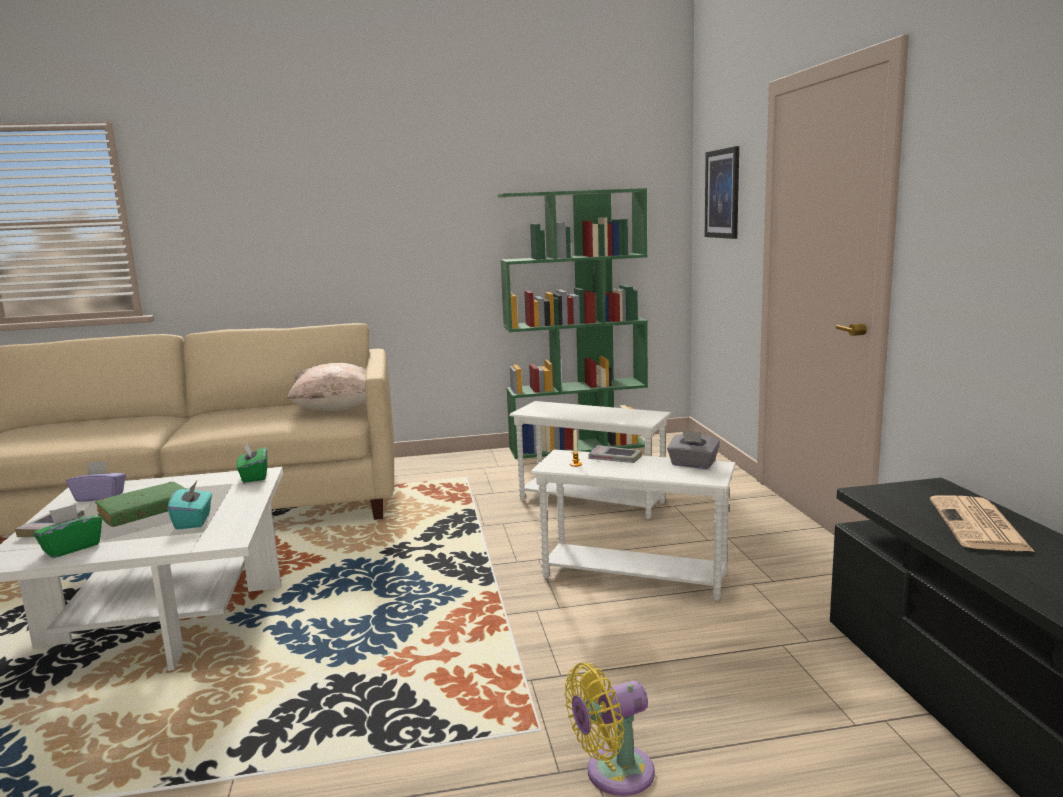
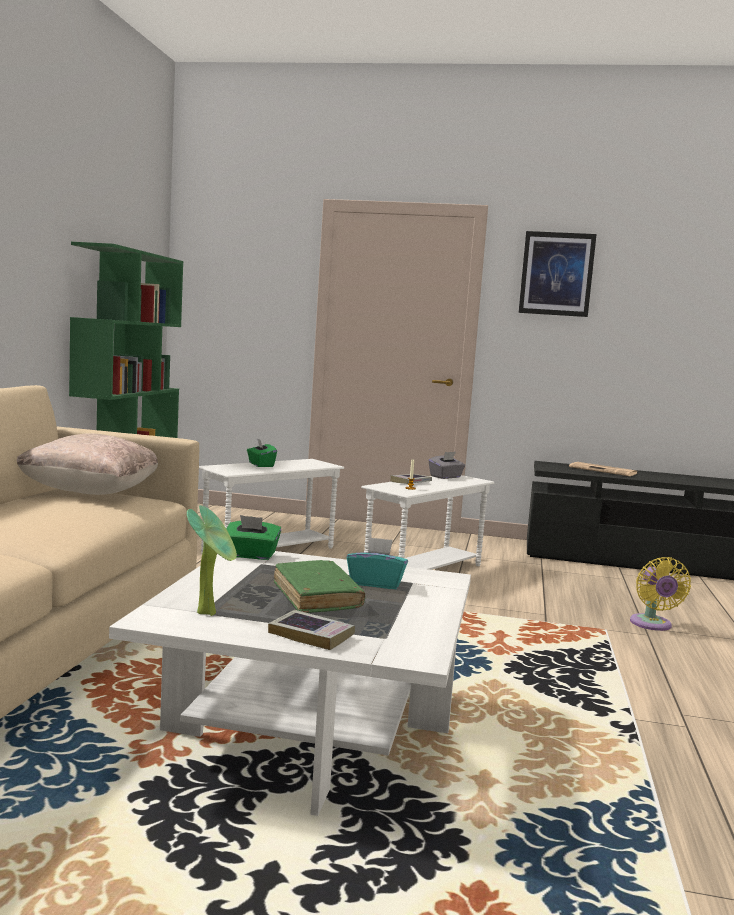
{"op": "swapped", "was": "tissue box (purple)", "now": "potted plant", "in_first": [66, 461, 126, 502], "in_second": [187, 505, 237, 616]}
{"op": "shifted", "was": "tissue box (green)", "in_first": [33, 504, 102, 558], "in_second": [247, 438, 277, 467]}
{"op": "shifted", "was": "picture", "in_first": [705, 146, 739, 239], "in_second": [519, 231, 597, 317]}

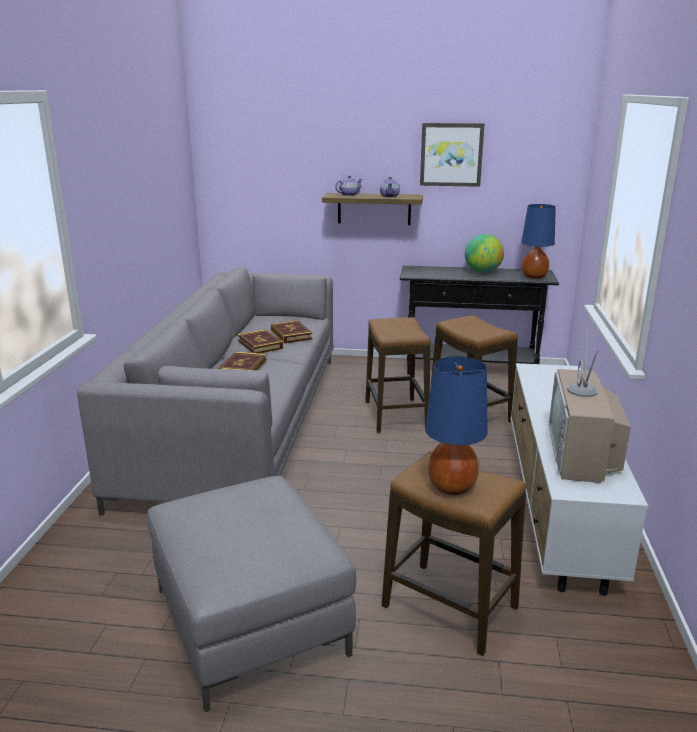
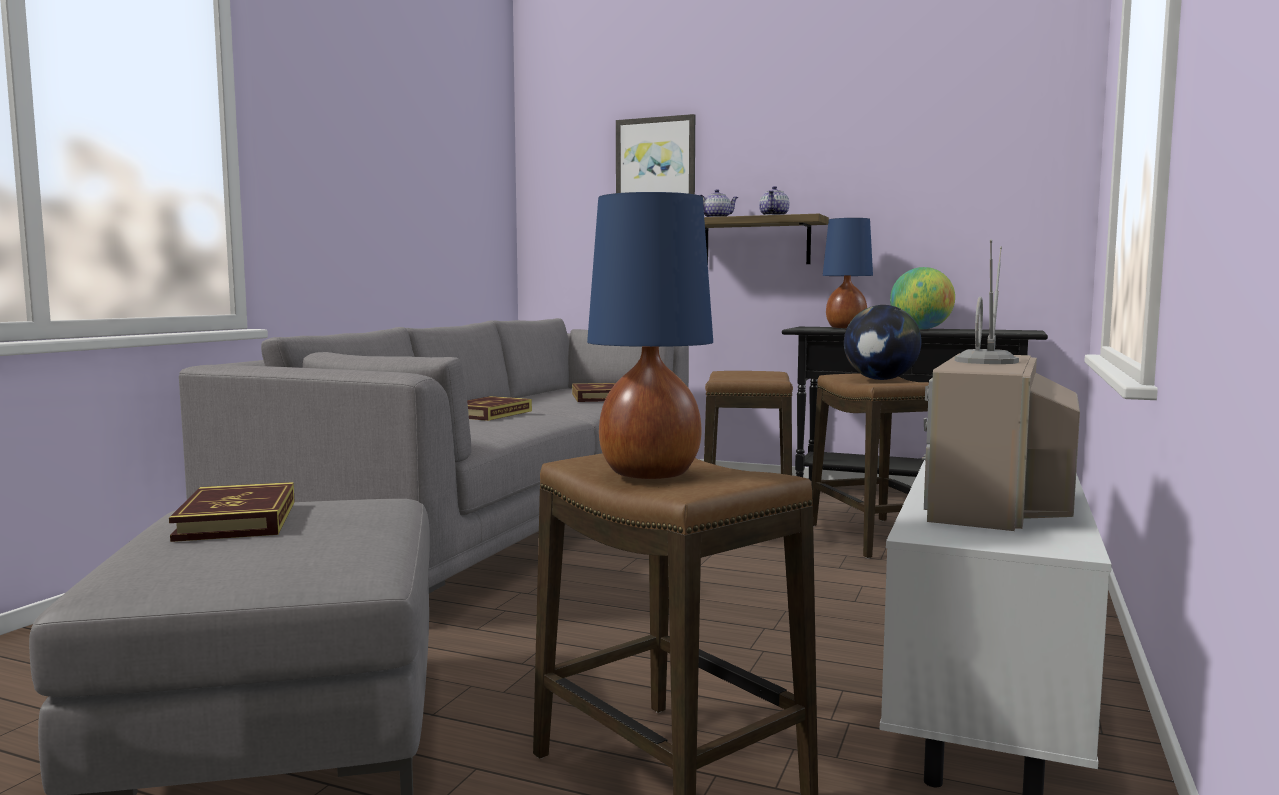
{"op": "shifted", "was": "book", "in_first": [238, 330, 283, 353], "in_second": [169, 482, 295, 542]}
{"op": "shifted", "was": "picture", "in_first": [420, 123, 484, 187], "in_second": [616, 114, 695, 194]}
{"op": "shifted", "was": "table lamp (blue)", "in_first": [521, 204, 556, 279], "in_second": [823, 218, 873, 328]}
{"op": "new", "now": "globe", "in_second": [844, 305, 921, 380]}

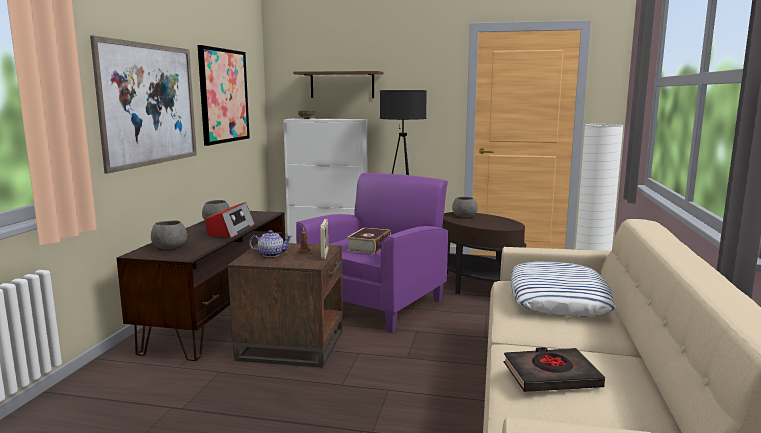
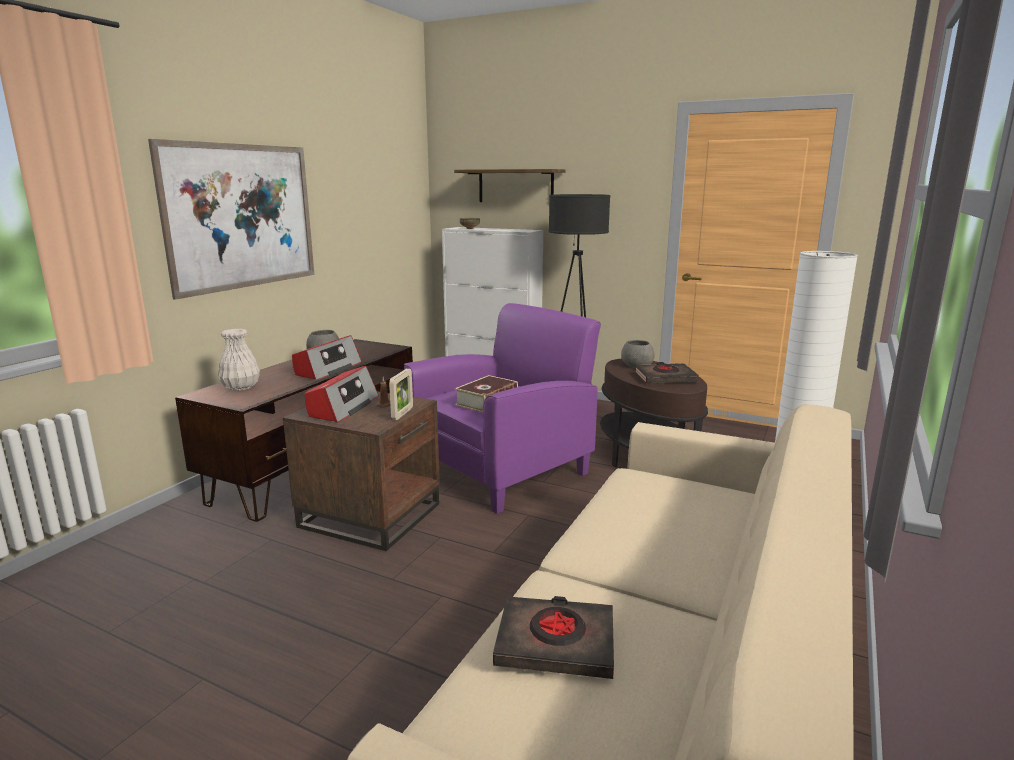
{"op": "swapped", "was": "bowl (grey)", "now": "vase (white)", "in_first": [151, 220, 187, 249], "in_second": [218, 329, 260, 391]}
{"op": "swapped", "was": "teapot", "now": "radio", "in_first": [249, 230, 292, 257], "in_second": [305, 366, 379, 422]}
{"op": "new", "now": "book (black)", "in_second": [635, 362, 699, 383]}
{"op": "gone", "was": "picture", "in_first": [198, 45, 250, 146]}
{"op": "gone", "was": "pillow", "in_first": [511, 262, 616, 317]}

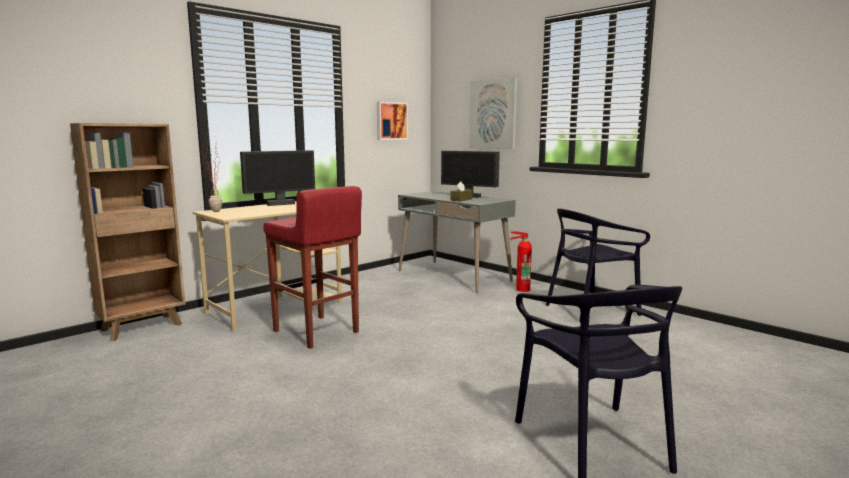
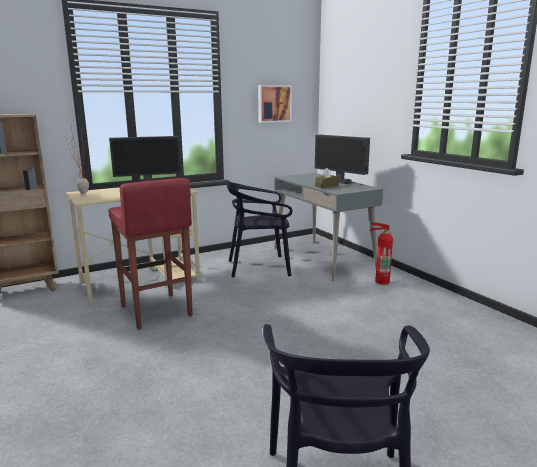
{"op": "shifted", "was": "chair (black)", "in_first": [546, 208, 650, 322], "in_second": [226, 182, 293, 277]}
{"op": "gone", "was": "picture", "in_first": [469, 77, 517, 149]}

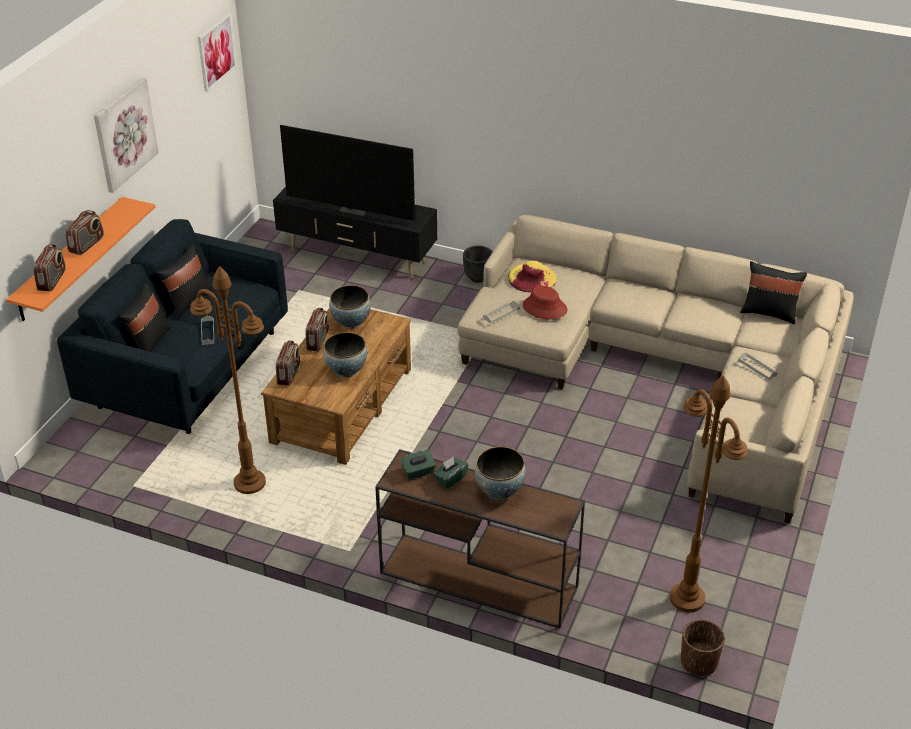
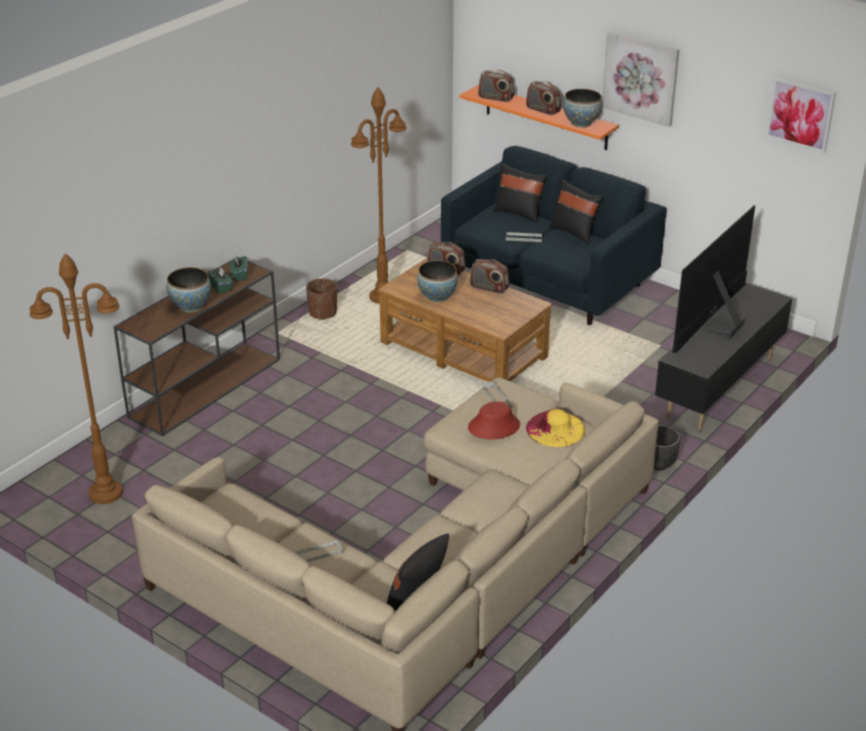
{"op": "shifted", "was": "planter (brown)", "in_first": [681, 619, 725, 677], "in_second": [306, 278, 337, 320]}
{"op": "shifted", "was": "bowl", "in_first": [329, 285, 371, 329], "in_second": [563, 89, 602, 128]}

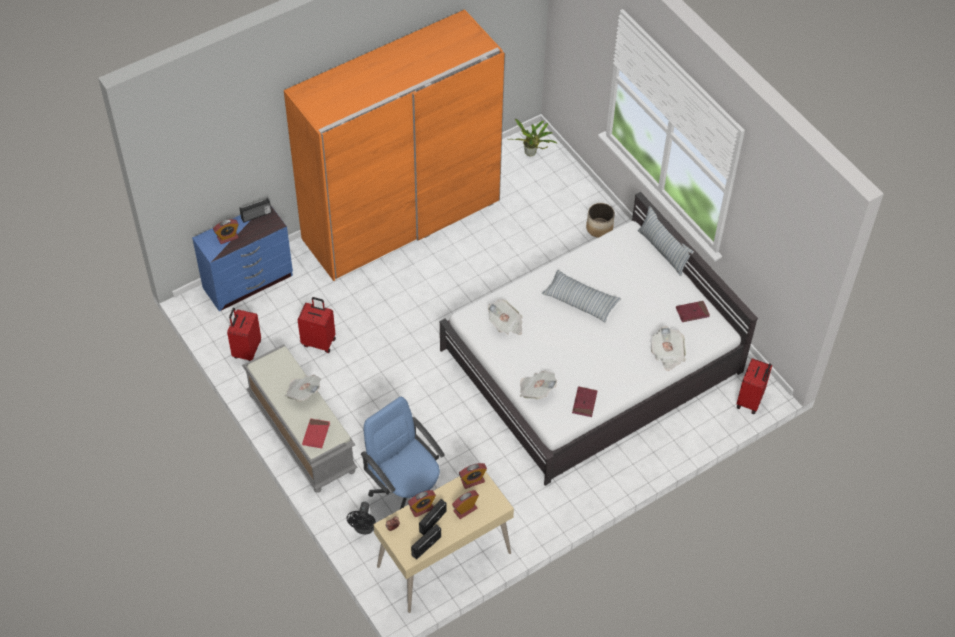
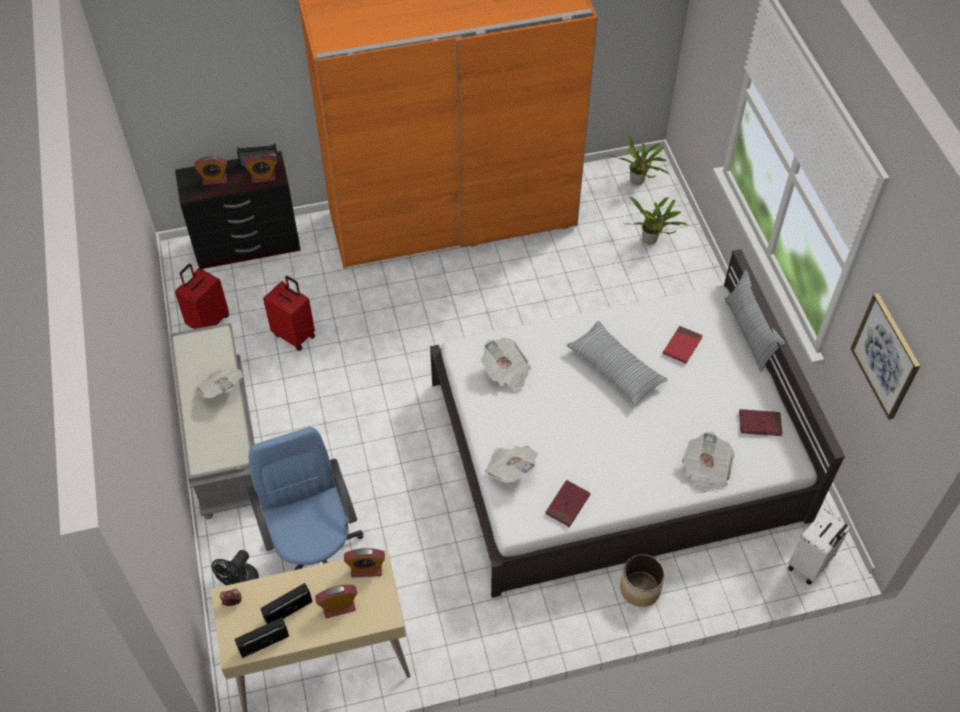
{"op": "repainted", "was": "dresser (blue)", "now": "dresser (black)", "in_first": [192, 206, 293, 311], "in_second": [175, 151, 301, 269]}
{"op": "shifted", "was": "alarm clock", "in_first": [408, 490, 436, 517], "in_second": [244, 154, 277, 183]}
{"op": "shifted", "was": "planter", "in_first": [586, 203, 615, 238], "in_second": [620, 554, 665, 607]}
{"op": "new", "now": "potted plant", "in_second": [627, 197, 689, 244]}
{"op": "shifted", "was": "book (red)", "in_first": [302, 419, 330, 448], "in_second": [663, 326, 703, 364]}
{"op": "repainted", "was": "suitcase (red)", "now": "suitcase (white)", "in_first": [737, 358, 772, 414], "in_second": [788, 509, 850, 584]}
{"op": "new", "now": "picture", "in_second": [850, 293, 920, 420]}

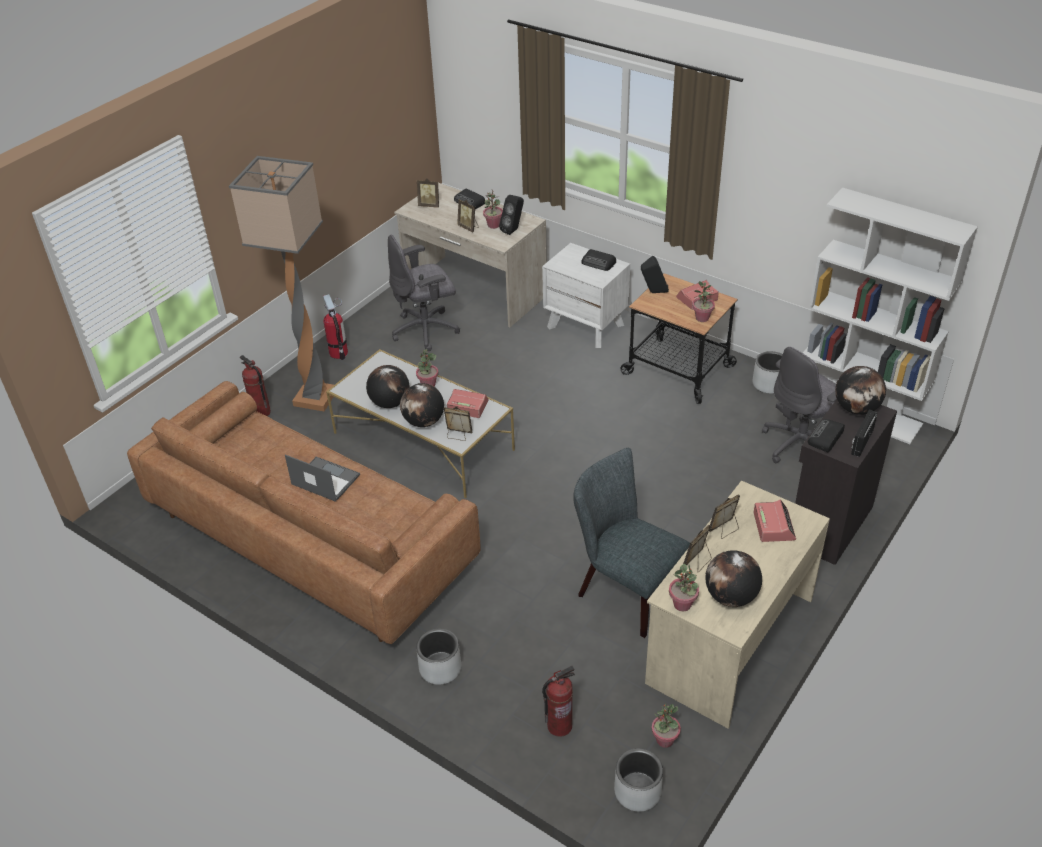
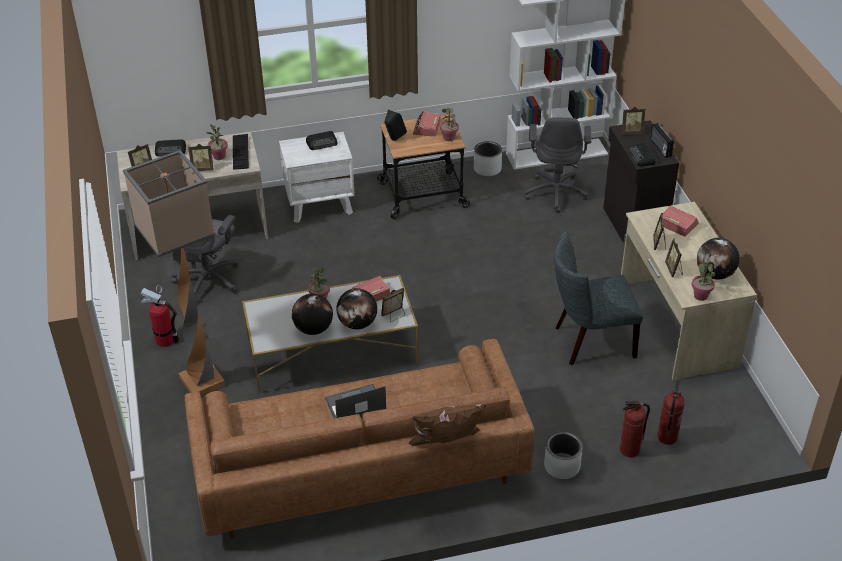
{"op": "swapped", "was": "speaker (black)", "now": "keyboard", "in_first": [499, 195, 524, 235], "in_second": [233, 134, 249, 170]}
{"op": "new", "now": "pillow (brown)", "in_second": [408, 404, 487, 446]}
{"op": "shifted", "was": "fire extinguisher", "in_first": [240, 355, 271, 416], "in_second": [620, 400, 650, 457]}
{"op": "swapped", "was": "globe", "now": "picture frame", "in_first": [835, 366, 886, 415], "in_second": [622, 107, 645, 134]}
{"op": "gone", "was": "planter (grey)", "in_first": [614, 748, 663, 812]}
{"op": "gone", "was": "potted plant", "in_first": [652, 704, 681, 748]}

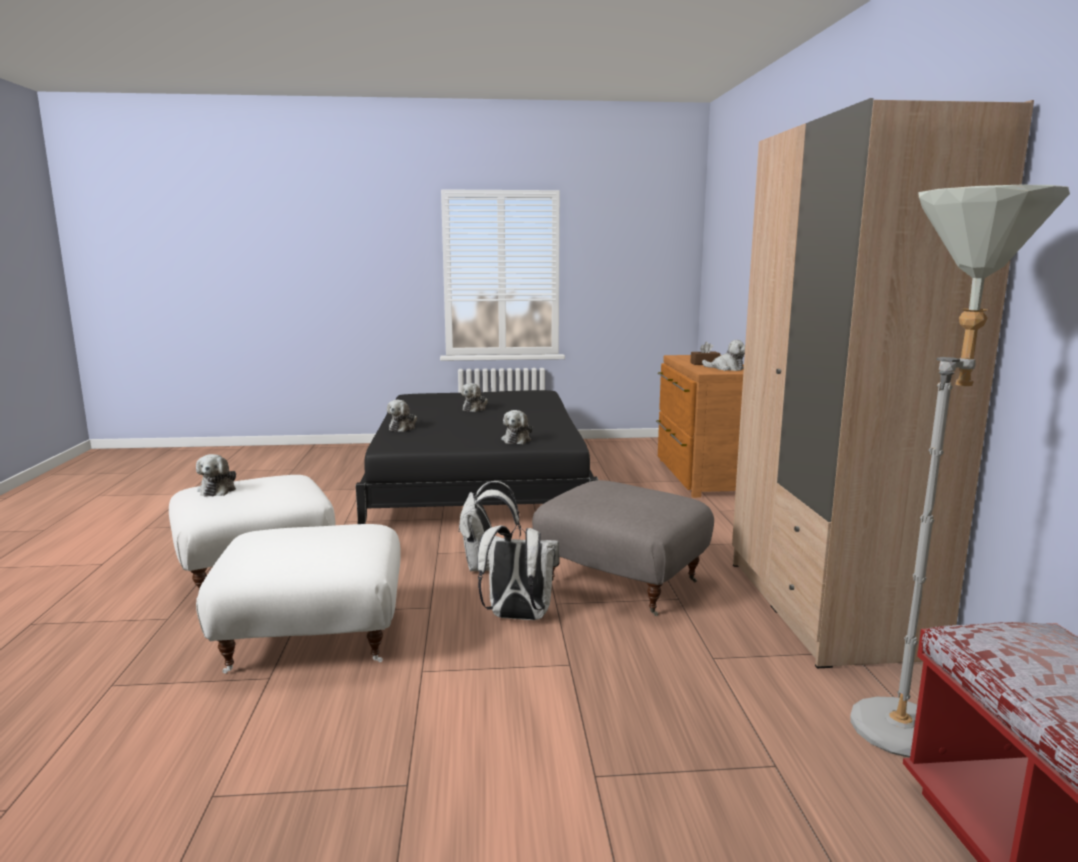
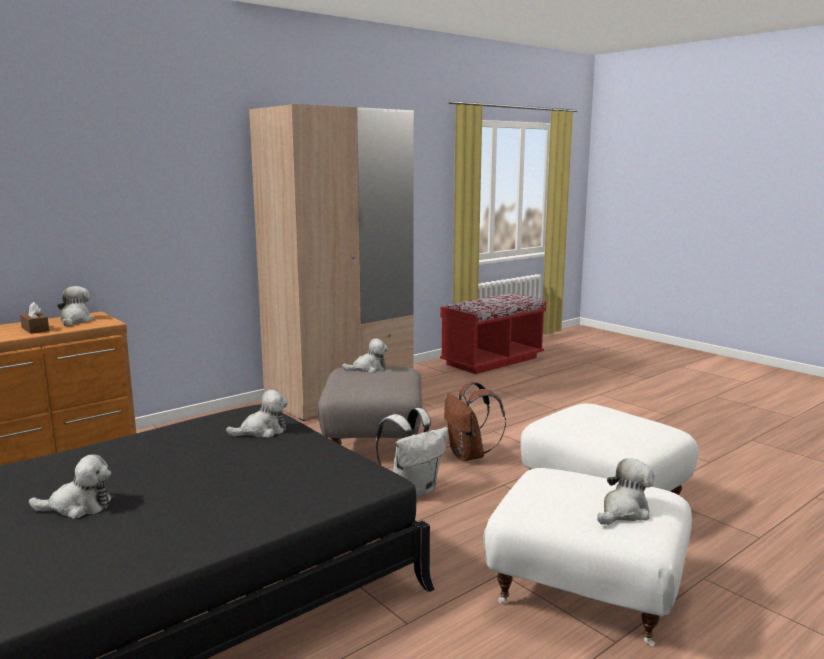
{"op": "shifted", "was": "plush toy", "in_first": [387, 400, 417, 432], "in_second": [342, 338, 388, 373]}
{"op": "repainted", "was": "backpack (white)", "now": "backpack (brown)", "in_first": [477, 525, 560, 620], "in_second": [444, 382, 506, 461]}
{"op": "gone", "was": "floor lamp (grey)", "in_first": [850, 185, 1070, 758]}

